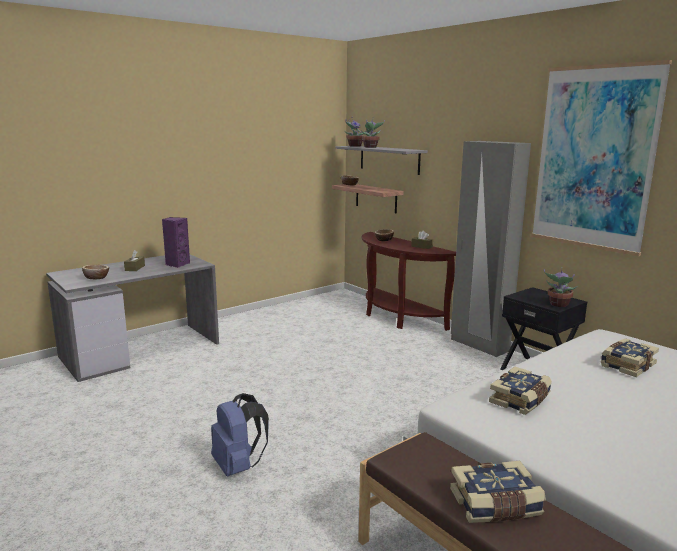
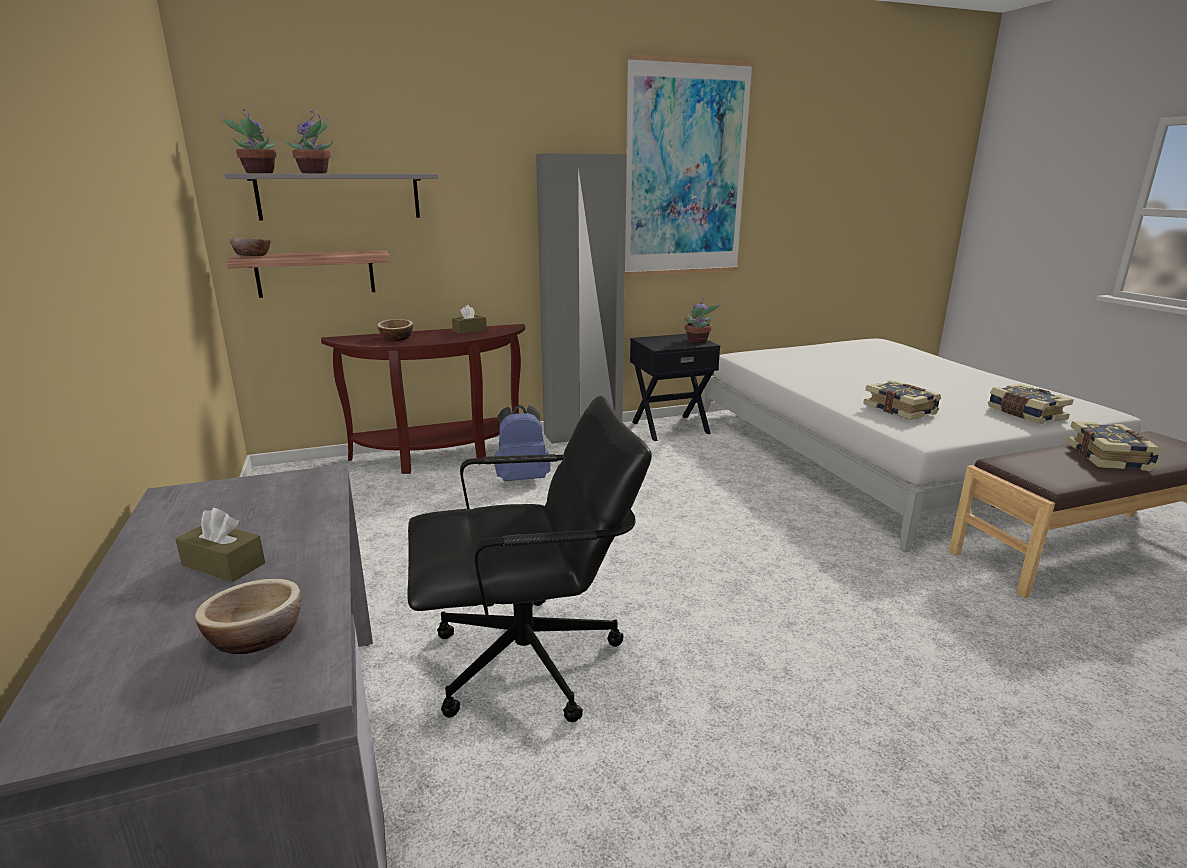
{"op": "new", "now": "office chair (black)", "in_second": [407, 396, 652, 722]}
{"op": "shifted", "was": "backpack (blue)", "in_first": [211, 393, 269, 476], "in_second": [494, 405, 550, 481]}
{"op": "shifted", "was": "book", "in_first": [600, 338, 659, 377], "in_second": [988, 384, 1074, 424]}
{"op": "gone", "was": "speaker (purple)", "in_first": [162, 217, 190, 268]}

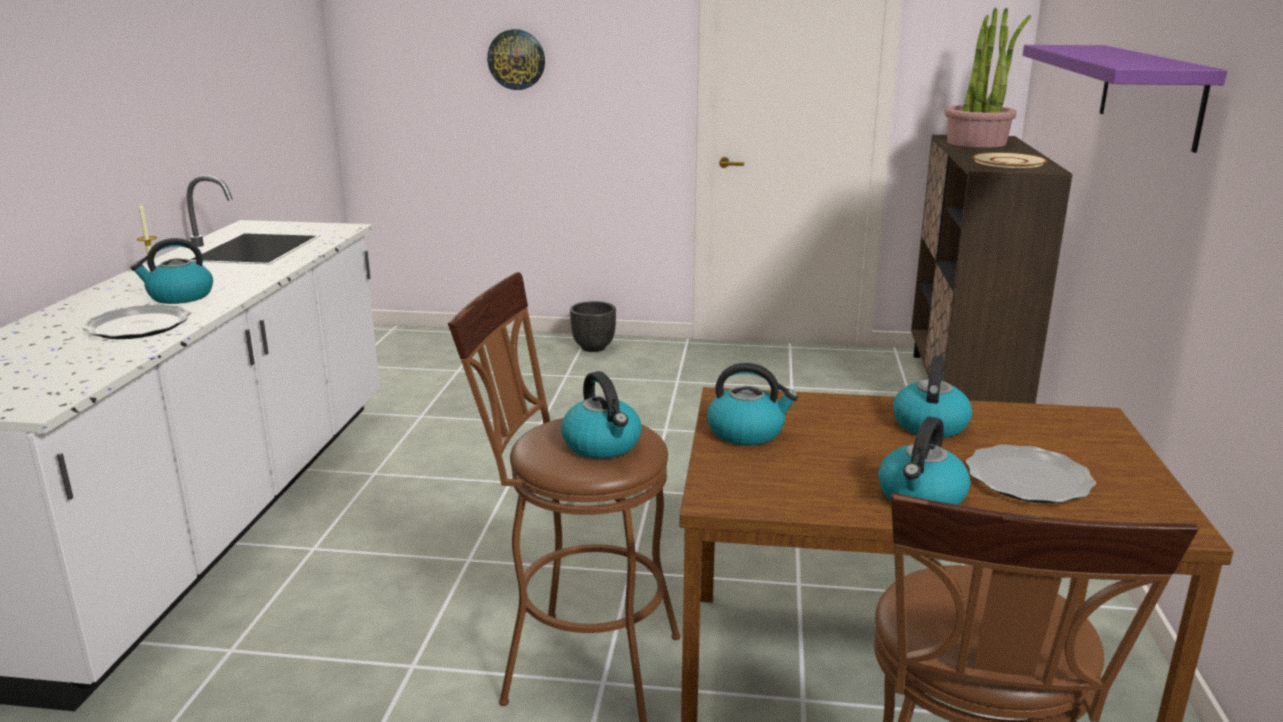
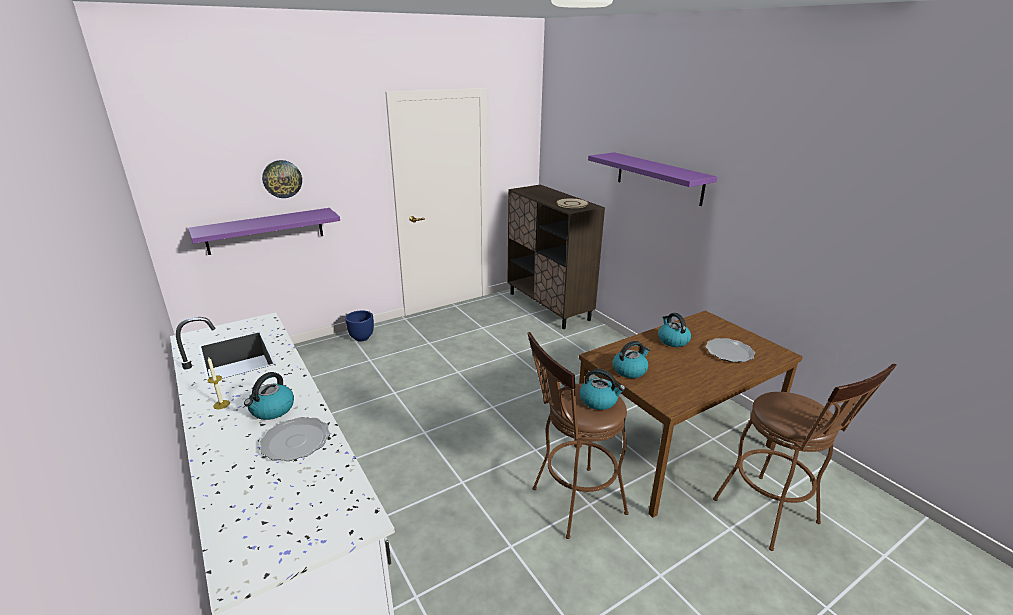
{"op": "new", "now": "shelf (purple)", "in_second": [188, 208, 340, 255]}
{"op": "repainted", "was": "planter (black)", "now": "planter (blue)", "in_first": [570, 301, 616, 352], "in_second": [345, 310, 374, 341]}
{"op": "gone", "was": "kettle", "in_first": [878, 417, 970, 505]}
{"op": "gone", "was": "potted plant", "in_first": [945, 8, 1031, 148]}

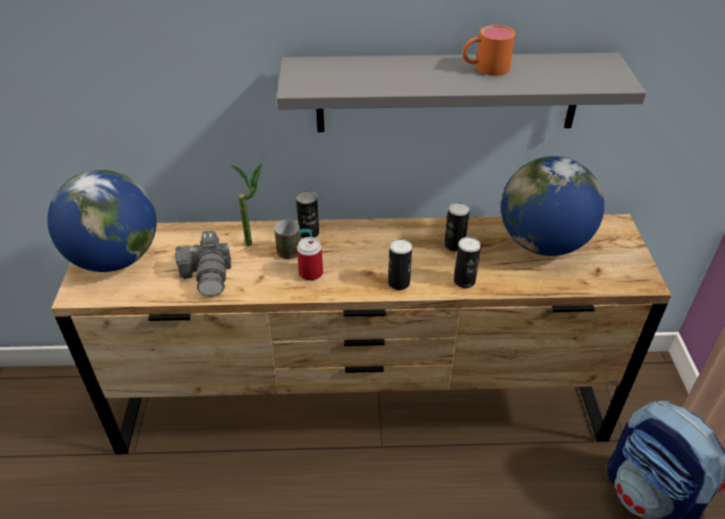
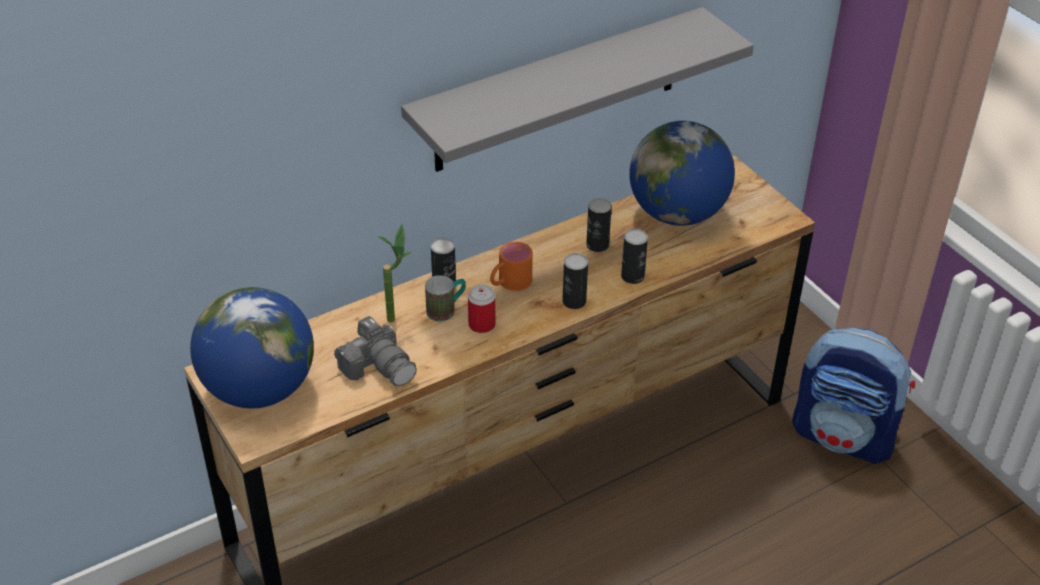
{"op": "shifted", "was": "mug (orange)", "in_first": [463, 25, 516, 76], "in_second": [490, 242, 533, 291]}

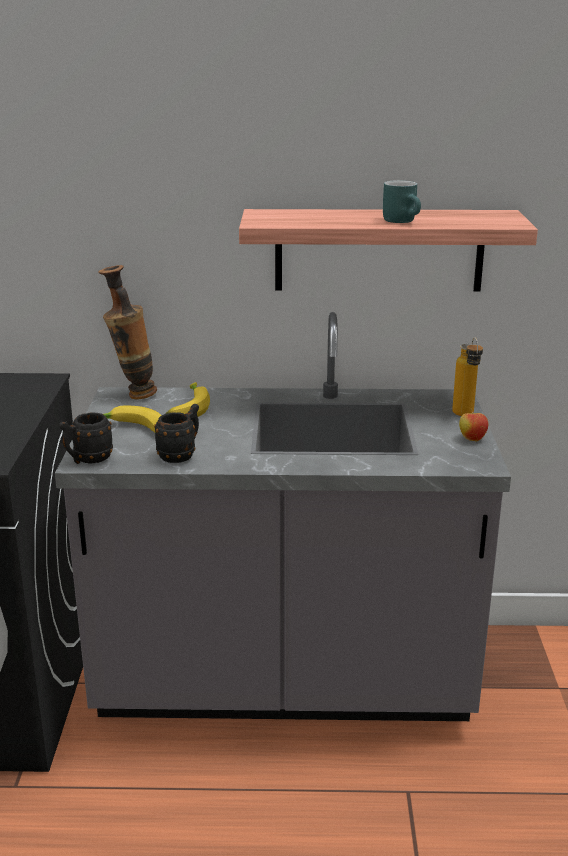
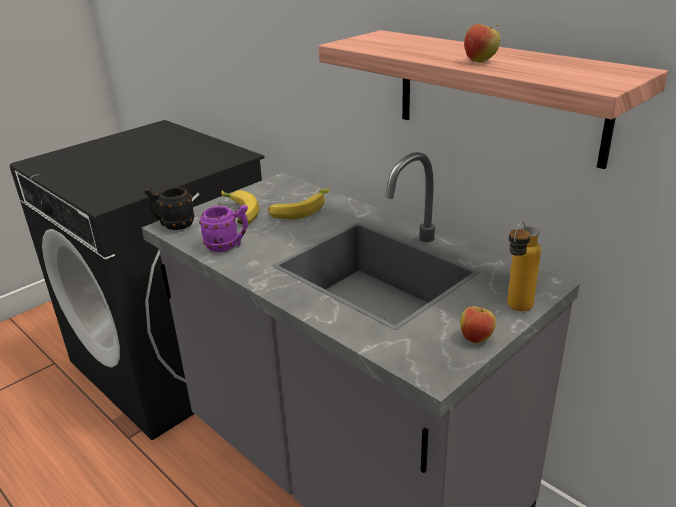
{"op": "repainted", "was": "mug (black)", "now": "mug (purple)", "in_first": [154, 404, 199, 463], "in_second": [199, 205, 248, 252]}
{"op": "swapped", "was": "mug (turquoise)", "now": "apple", "in_first": [383, 180, 421, 223], "in_second": [464, 24, 500, 62]}
{"op": "gone", "was": "vase", "in_first": [98, 265, 157, 399]}

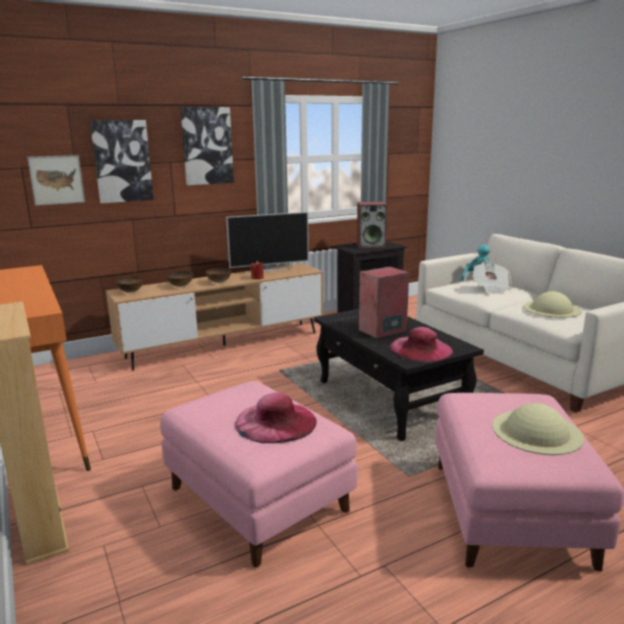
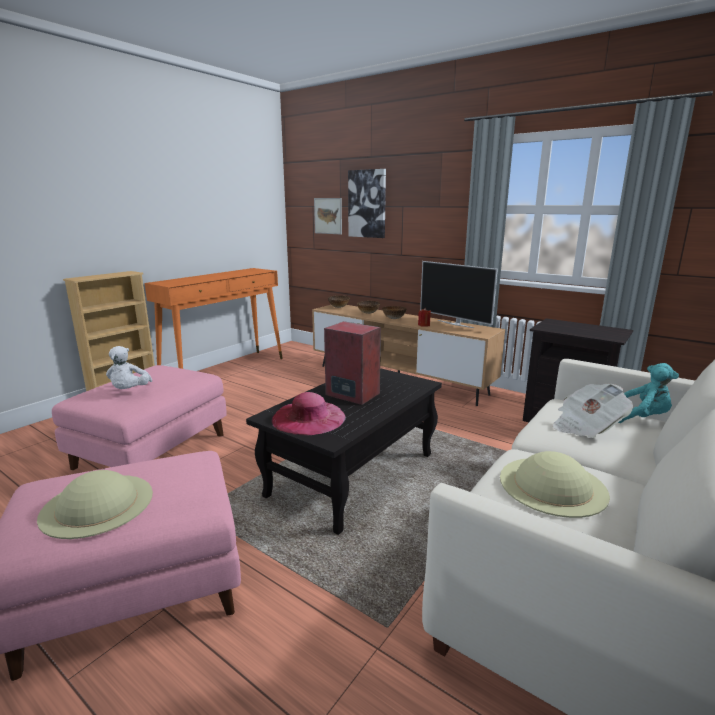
{"op": "swapped", "was": "hat (pink)", "now": "plush toy (white)", "in_first": [235, 393, 317, 443], "in_second": [106, 346, 152, 389]}
{"op": "gone", "was": "picture", "in_first": [180, 107, 234, 185]}
{"op": "gone", "was": "speaker", "in_first": [357, 202, 387, 249]}

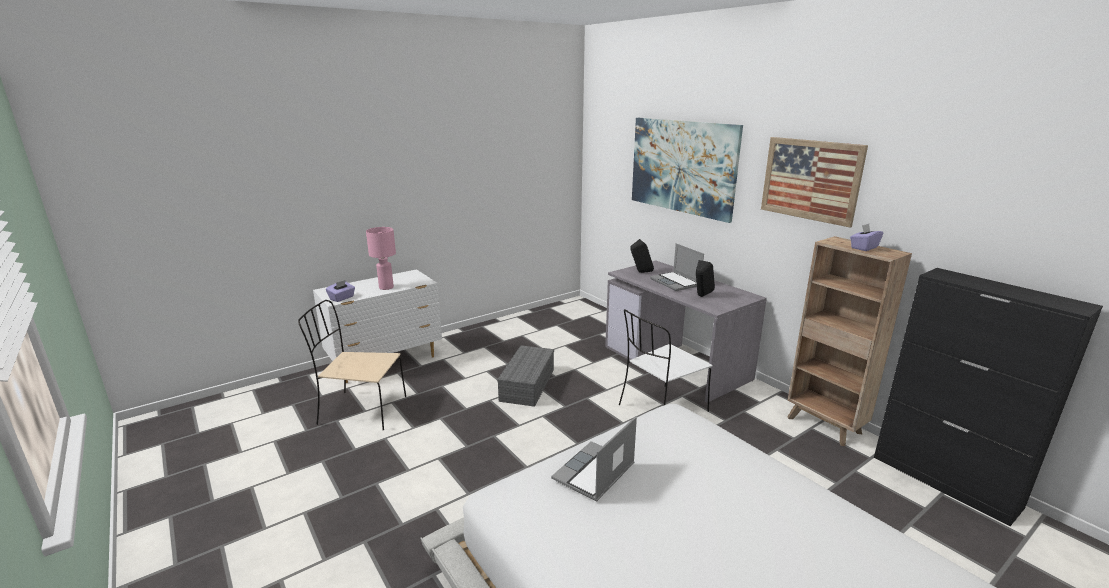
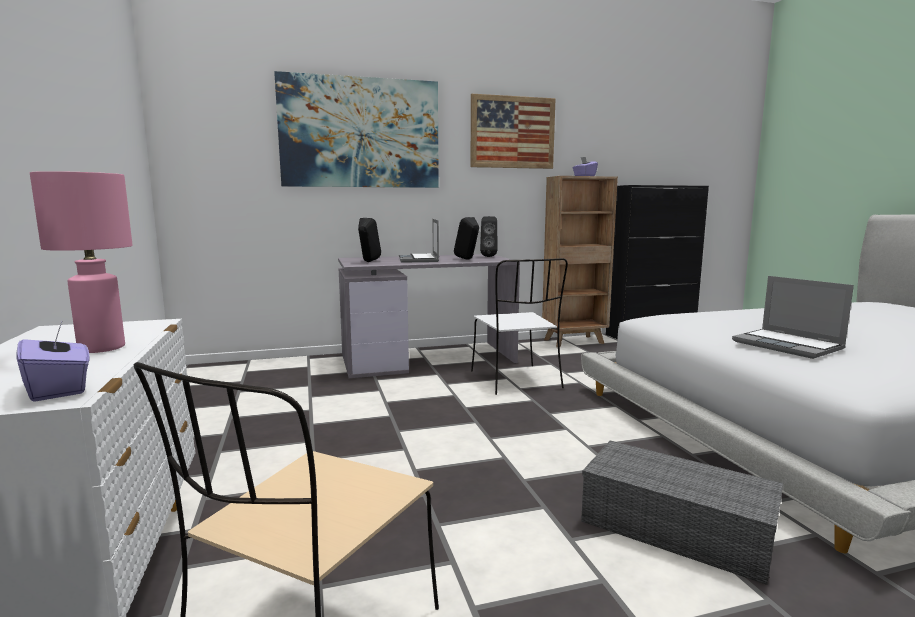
{"op": "rotated", "was": "laptop", "in_first": [650, 243, 704, 291], "in_second": [399, 219, 439, 263], "clockwise": 90}
{"op": "new", "now": "speaker (black)", "in_second": [480, 216, 498, 257]}
{"op": "shifted", "was": "storage box (grey)", "in_first": [497, 345, 554, 407], "in_second": [581, 441, 783, 585]}

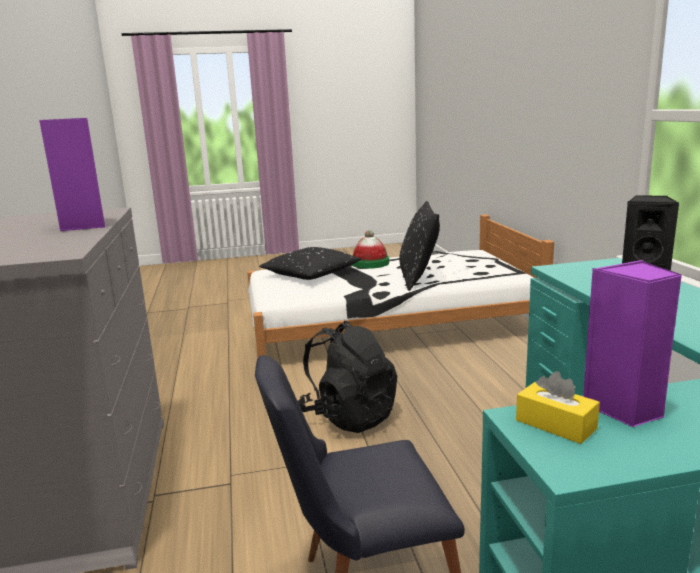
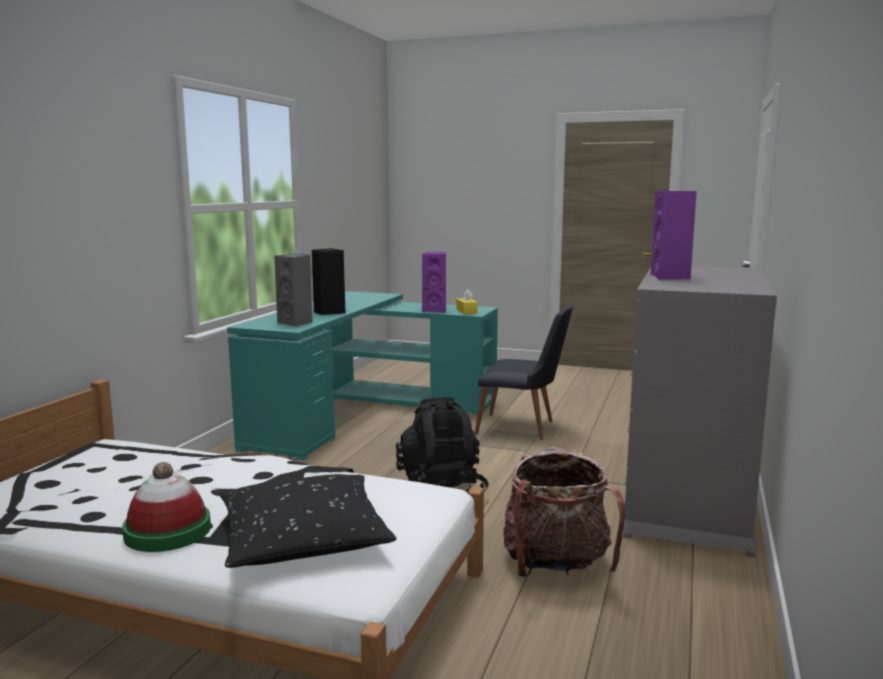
{"op": "new", "now": "speaker (grey)", "in_second": [274, 254, 313, 327]}
{"op": "new", "now": "backpack", "in_second": [503, 446, 625, 577]}
{"op": "gone", "was": "pillow (black)", "in_first": [399, 201, 440, 291]}

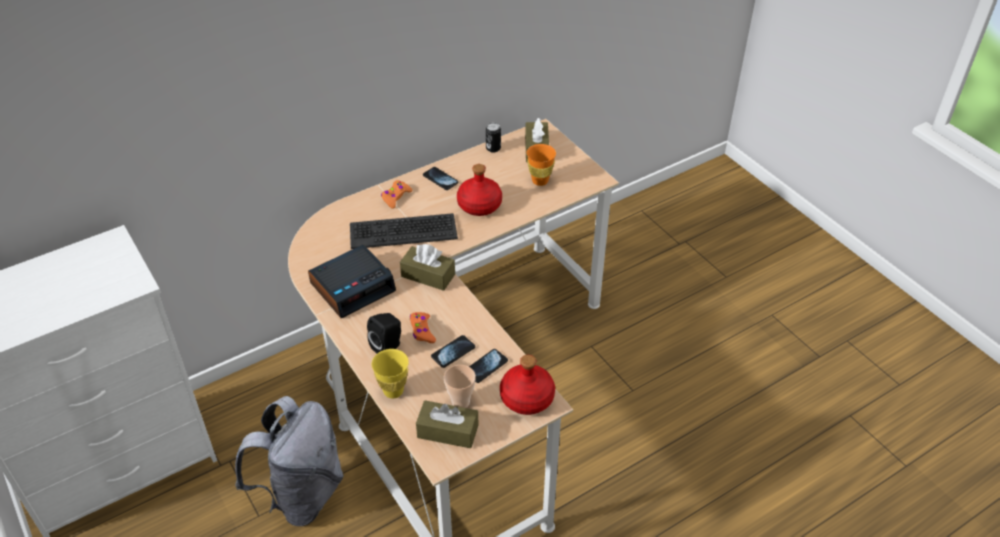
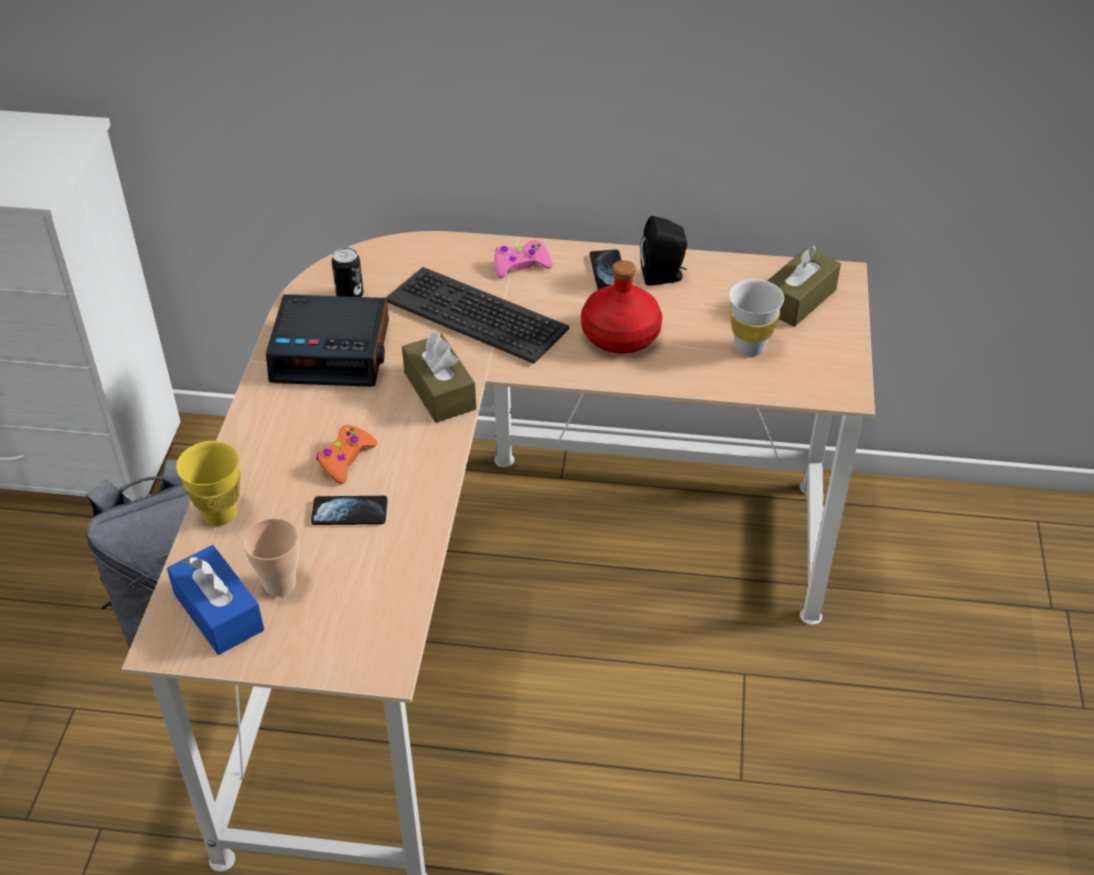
{"op": "repainted", "was": "tissue box (brown)", "now": "tissue box (blue)", "in_first": [416, 401, 478, 448], "in_second": [167, 545, 264, 655]}
{"op": "shifted", "was": "can", "in_first": [486, 123, 501, 153], "in_second": [331, 247, 364, 297]}
{"op": "repainted", "was": "game controller (orange)", "now": "game controller (pink)", "in_first": [381, 180, 413, 209], "in_second": [494, 240, 553, 278]}
{"op": "shifted", "was": "speaker (black)", "in_first": [367, 313, 401, 353], "in_second": [640, 216, 687, 285]}
{"op": "repainted", "was": "cup (orange)", "now": "cup (white)", "in_first": [526, 144, 556, 186], "in_second": [729, 279, 784, 356]}
{"op": "gone", "was": "phone", "in_first": [469, 349, 508, 383]}
{"op": "gone", "was": "bottle (red)", "in_first": [500, 355, 555, 415]}

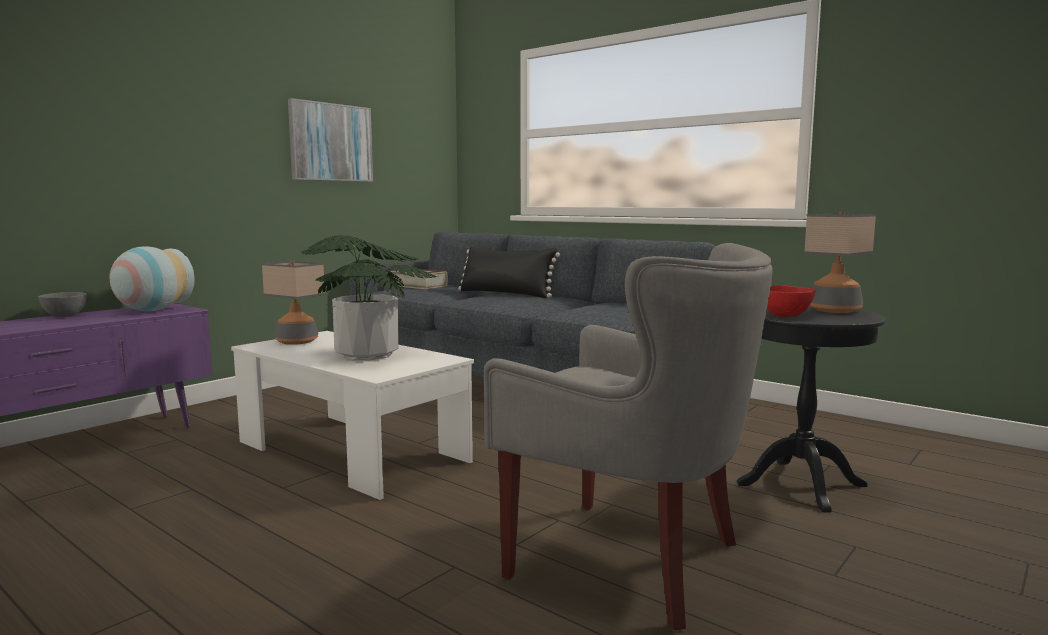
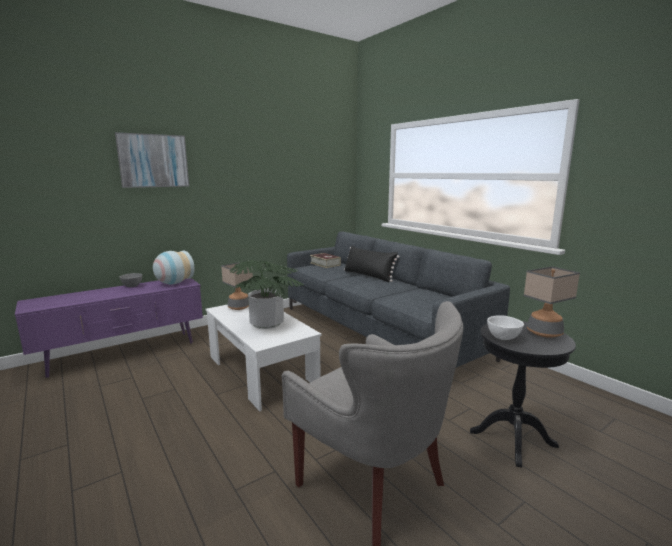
{"op": "shifted", "was": "picture", "in_first": [288, 98, 373, 182], "in_second": [115, 132, 189, 188]}
{"op": "repainted", "was": "bowl (red)", "now": "bowl (white)", "in_first": [767, 286, 816, 317], "in_second": [487, 315, 524, 340]}

